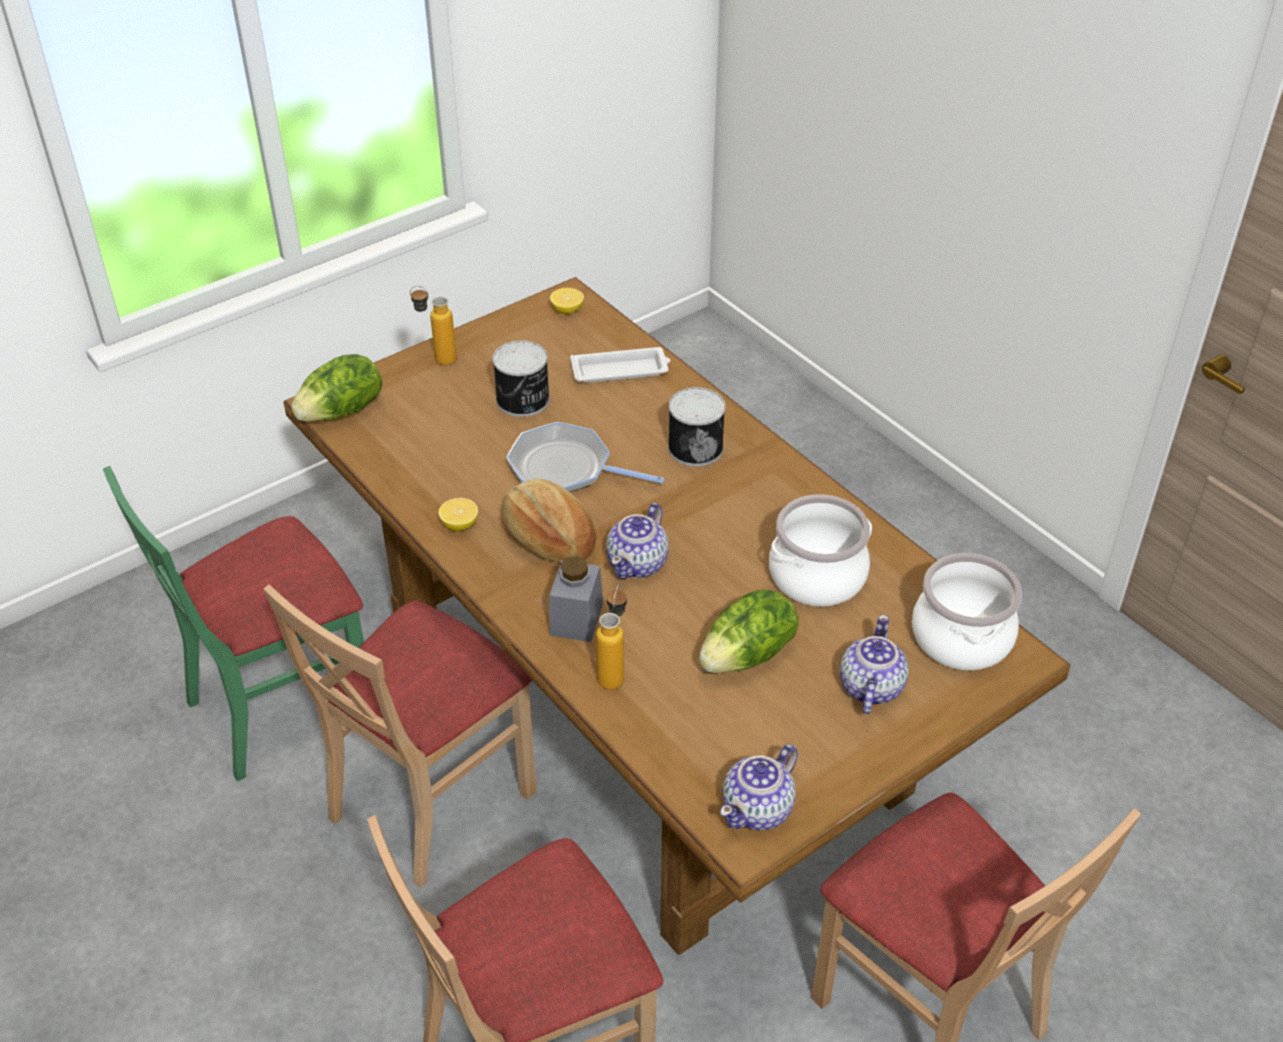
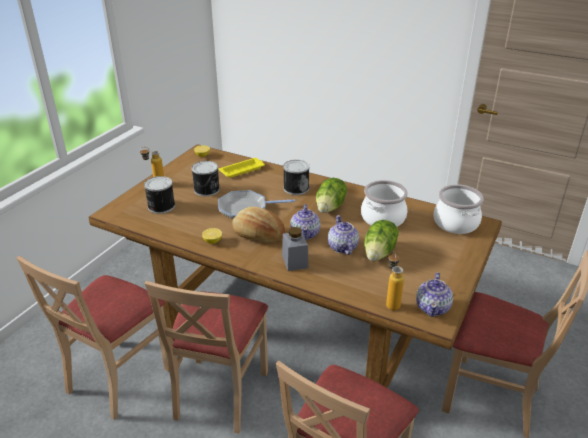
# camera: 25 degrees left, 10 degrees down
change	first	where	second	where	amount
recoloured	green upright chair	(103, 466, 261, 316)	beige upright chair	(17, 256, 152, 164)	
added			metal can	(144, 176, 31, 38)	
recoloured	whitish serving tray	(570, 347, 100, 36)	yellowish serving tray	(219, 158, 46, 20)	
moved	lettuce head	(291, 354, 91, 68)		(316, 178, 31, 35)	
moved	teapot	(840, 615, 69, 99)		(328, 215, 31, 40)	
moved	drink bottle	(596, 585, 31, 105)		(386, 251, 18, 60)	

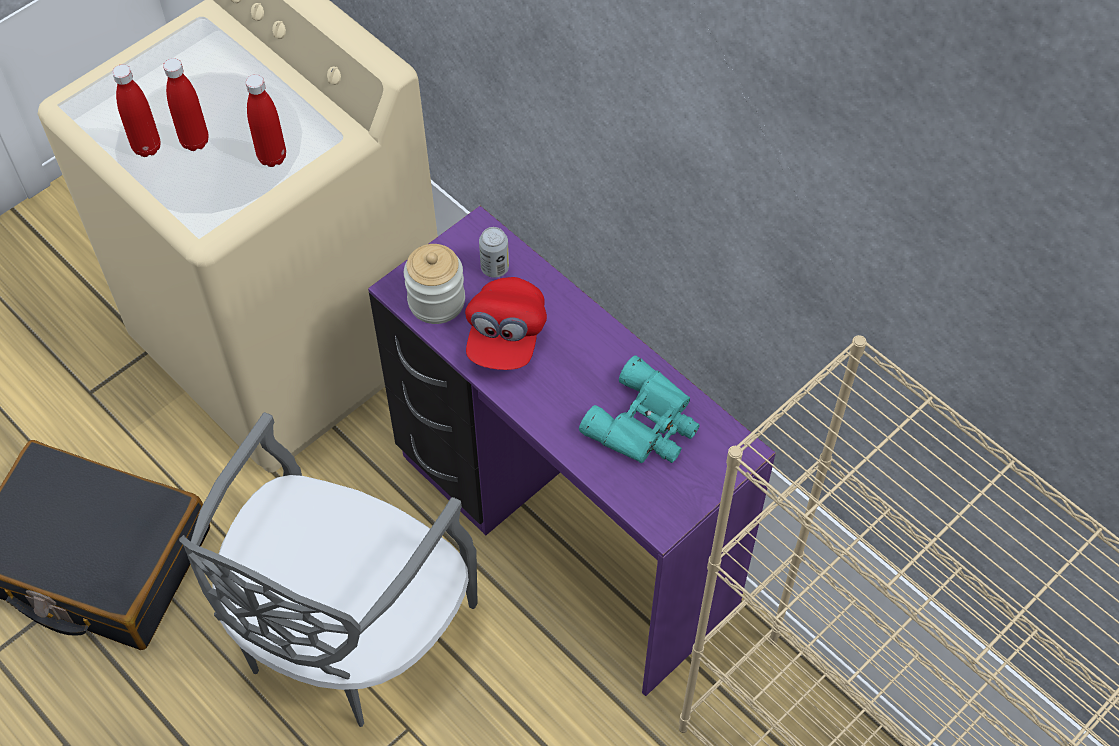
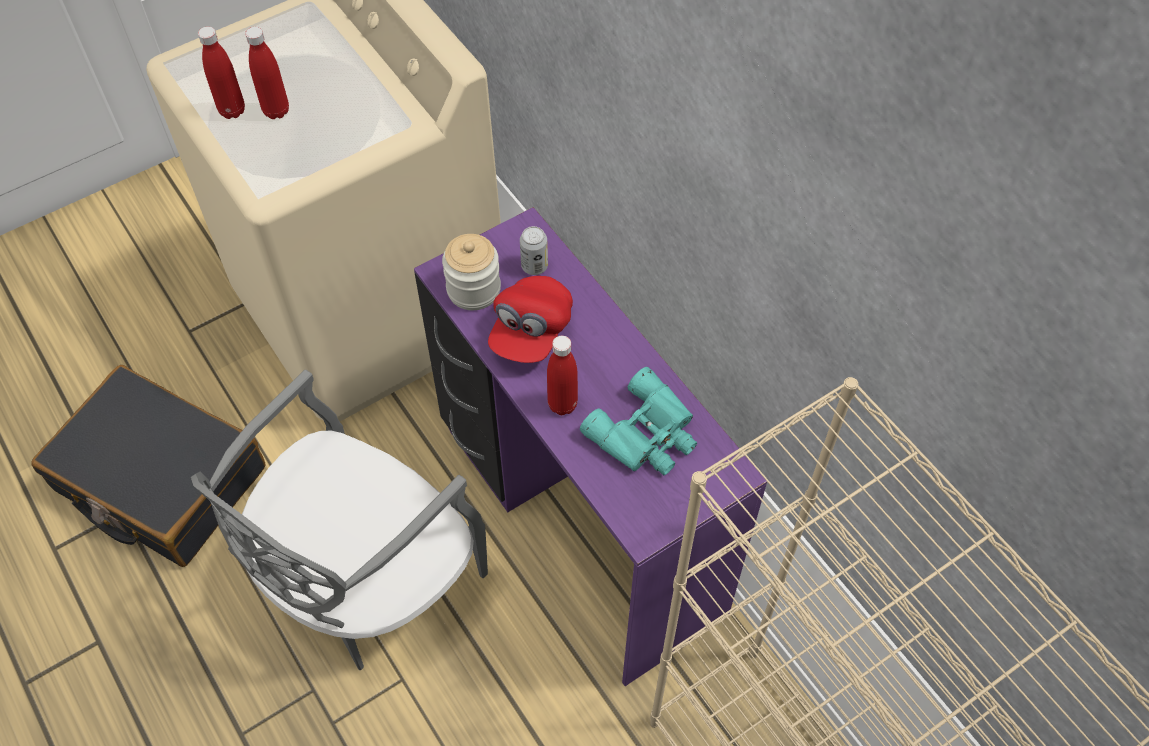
# camera: 10 degrees right, 0 degrees up
change	first	where	second	where	amount
moved	reddish drink bottle	(245, 74, 41, 93)		(547, 336, 31, 79)	

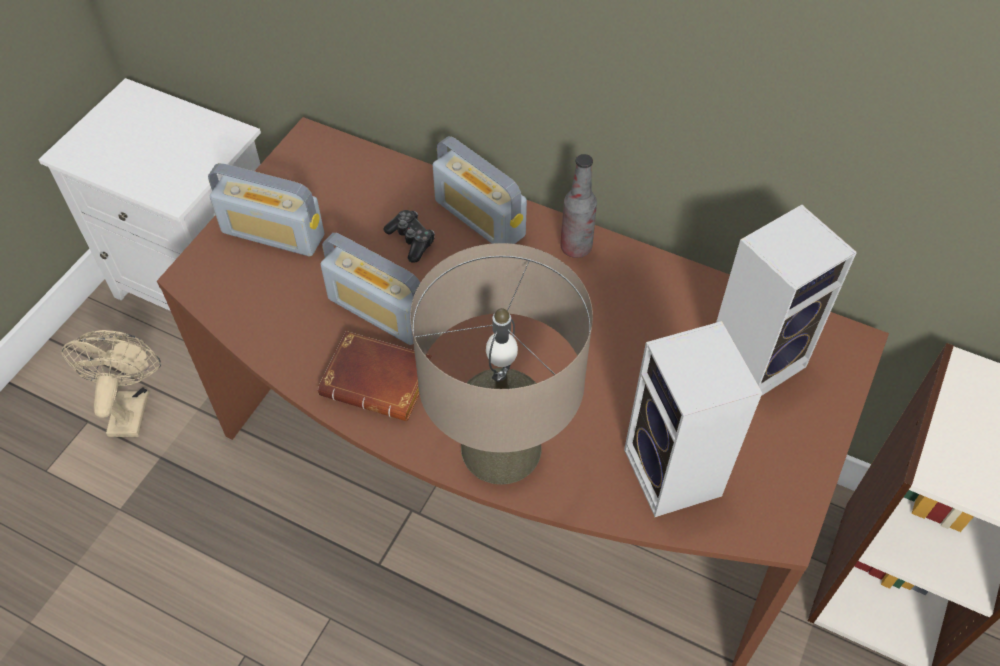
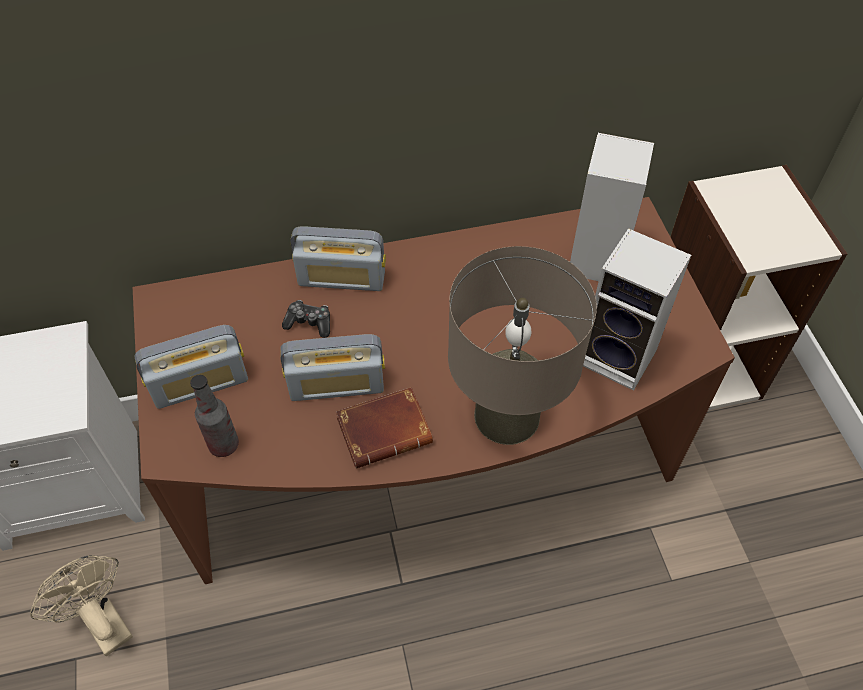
# camera: 40 degrees left, 0 degrees up
change	first	where	second	where	amount
moved	drink bottle	(560, 154, 37, 104)		(190, 375, 49, 82)	

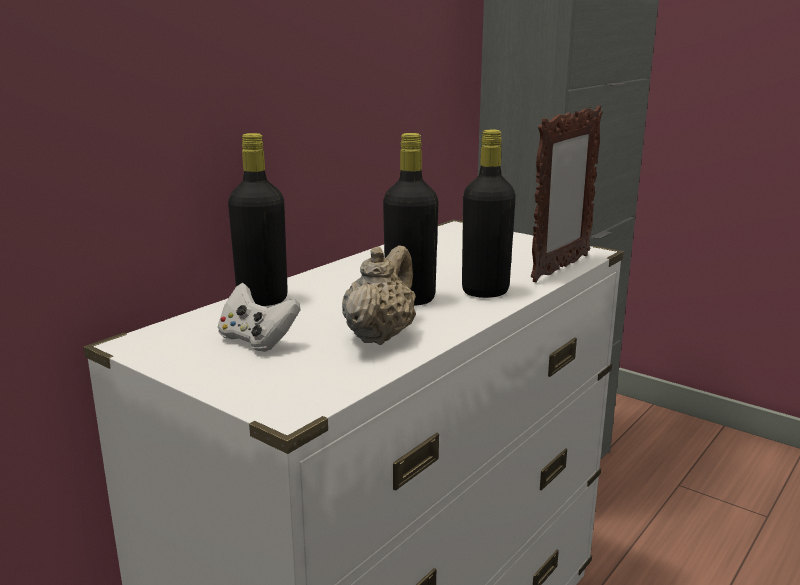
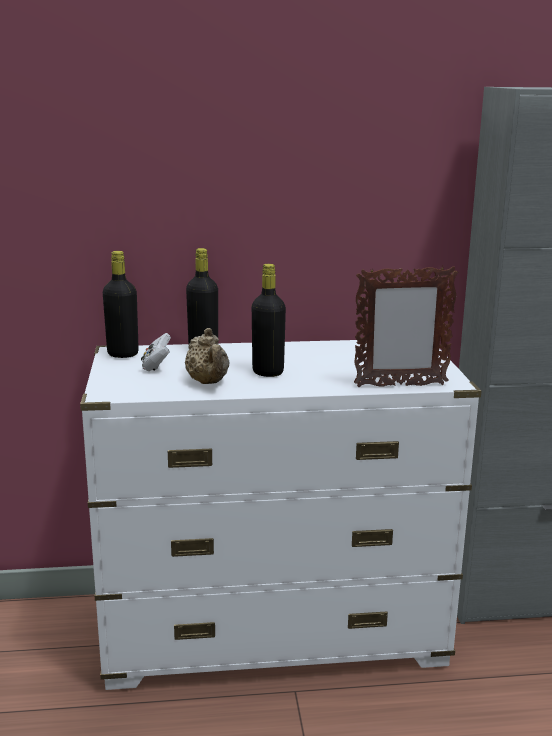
# camera: 45 degrees right, 0 degrees up
change	first	where	second	where	amount
moved	black drink bottle	(462, 130, 54, 168)		(103, 251, 36, 107)	
turned	beige teapot	(342, 245, 74, 100)		(185, 328, 45, 56)	90 degrees clockwise

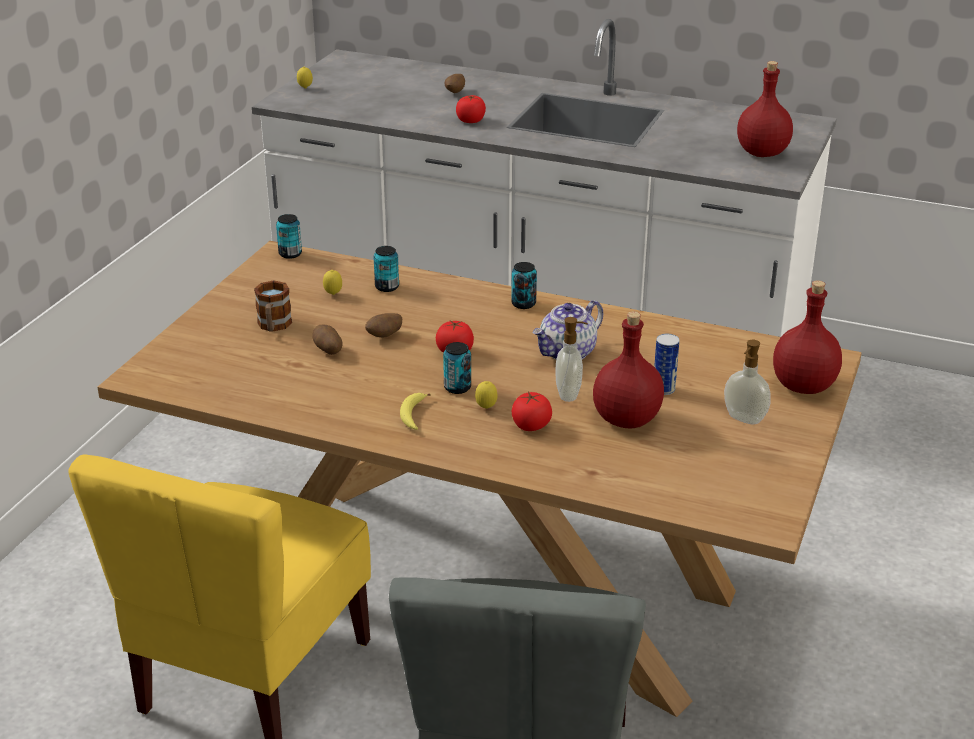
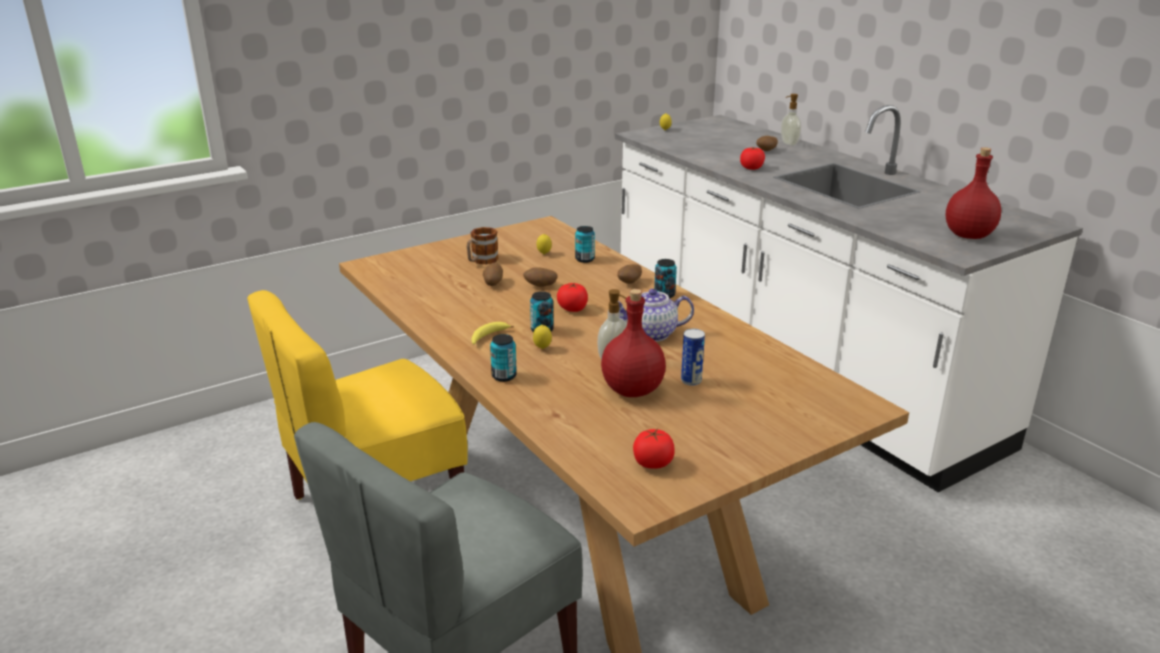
# camera: 35 degrees right, 5 degrees down
change	first	where	second	where	amount
moved	metal can	(276, 214, 26, 45)		(490, 334, 27, 48)	
added			potato	(617, 264, 25, 20)	
moved	fresh tomato	(512, 392, 40, 39)		(633, 428, 42, 41)	
moved	soap dispenser	(724, 340, 47, 84)		(781, 94, 20, 52)	
removed	reddish drink bottle	(773, 281, 69, 113)			

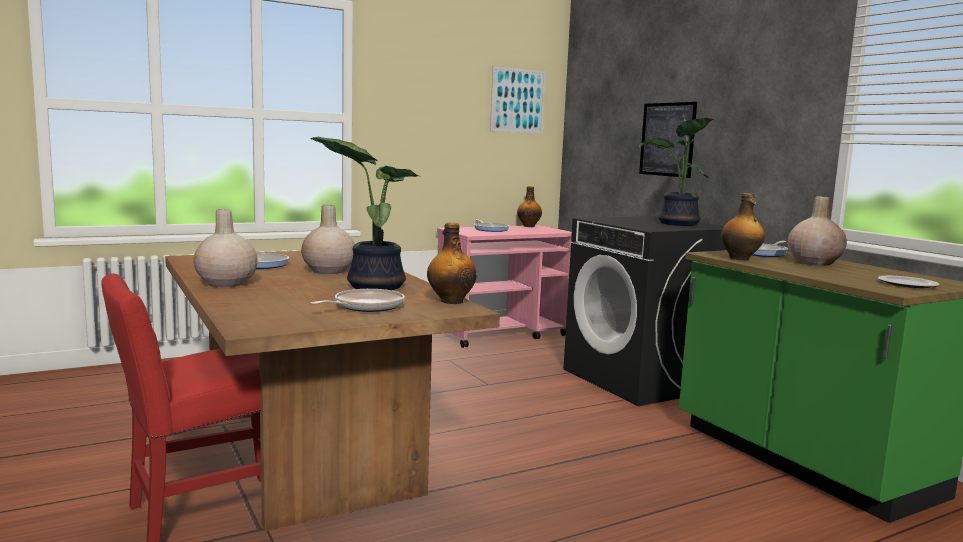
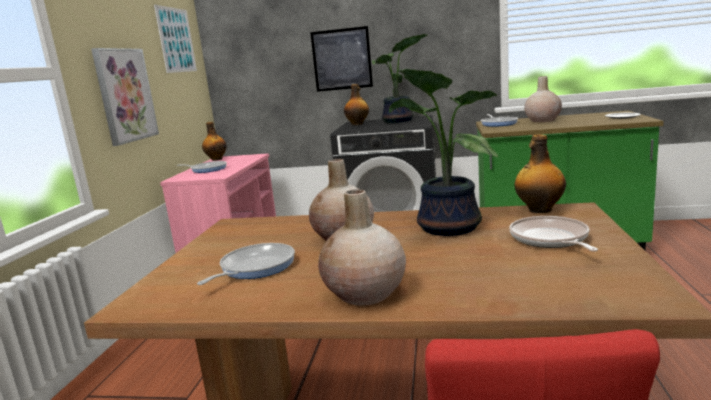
# camera: 50 degrees left, 5 degrees up
change	first	where	second	where	amount
added			wall picture	(91, 48, 68, 98)	
moved	drink bottle	(721, 193, 44, 67)		(344, 84, 25, 41)	

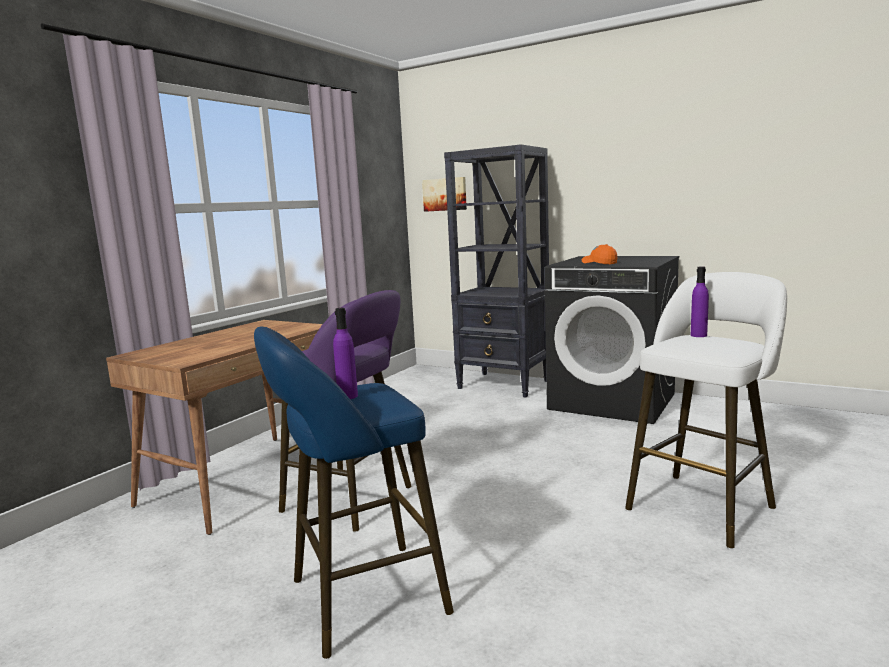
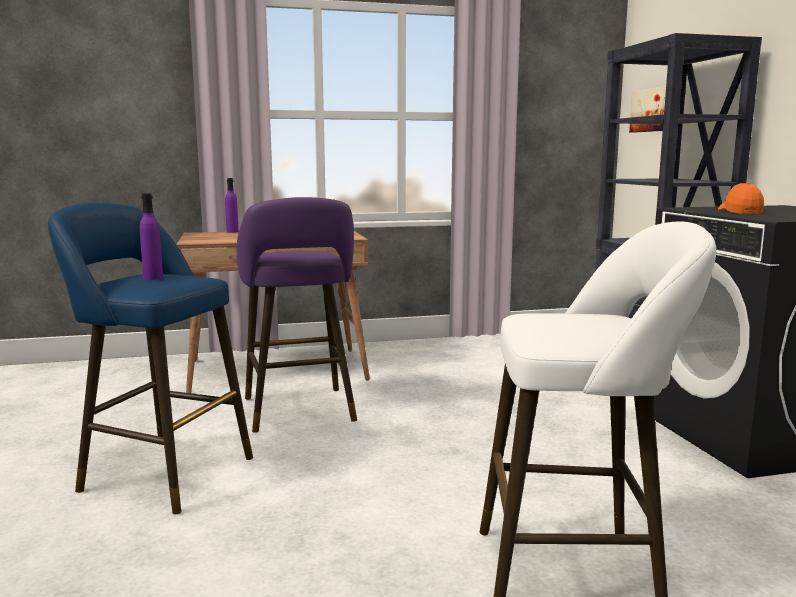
# camera: 45 degrees right, 0 degrees up
change	first	where	second	where	amount
moved	purple-coloured drink bottle	(691, 267, 18, 70)		(225, 178, 14, 55)	

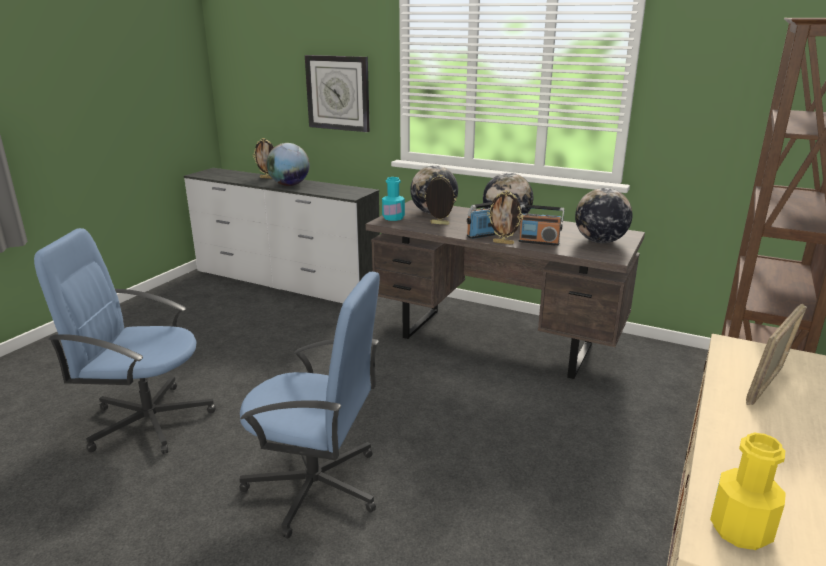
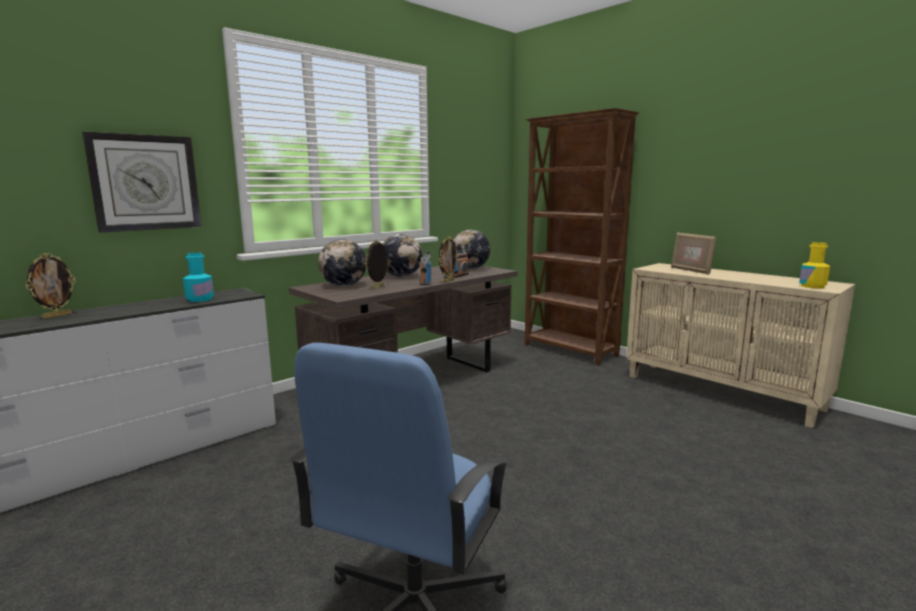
# camera: 70 degrees left, 10 degrees down
change	first	where	second	where	amount
moved	turquoise-coloured drink bottle	(382, 177, 23, 44)		(183, 253, 31, 49)	
removed	blue-coloured computer chair	(239, 272, 141, 267)			
removed	world globe	(266, 143, 44, 43)			

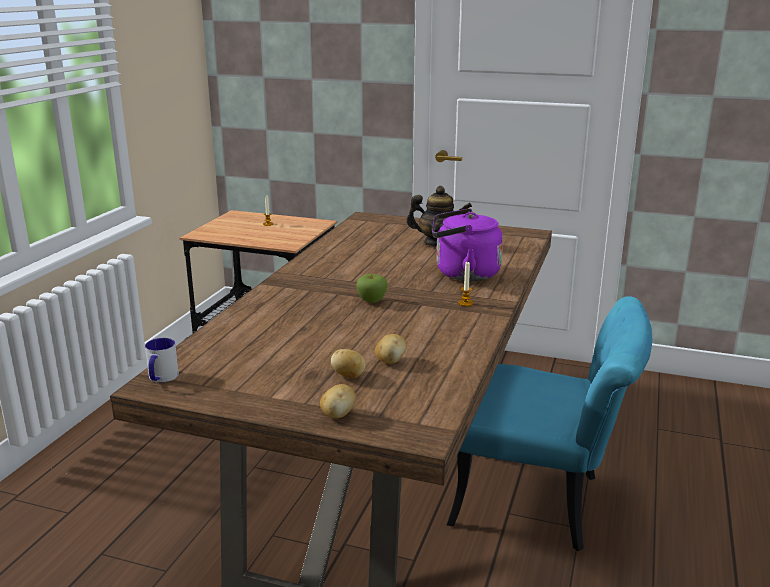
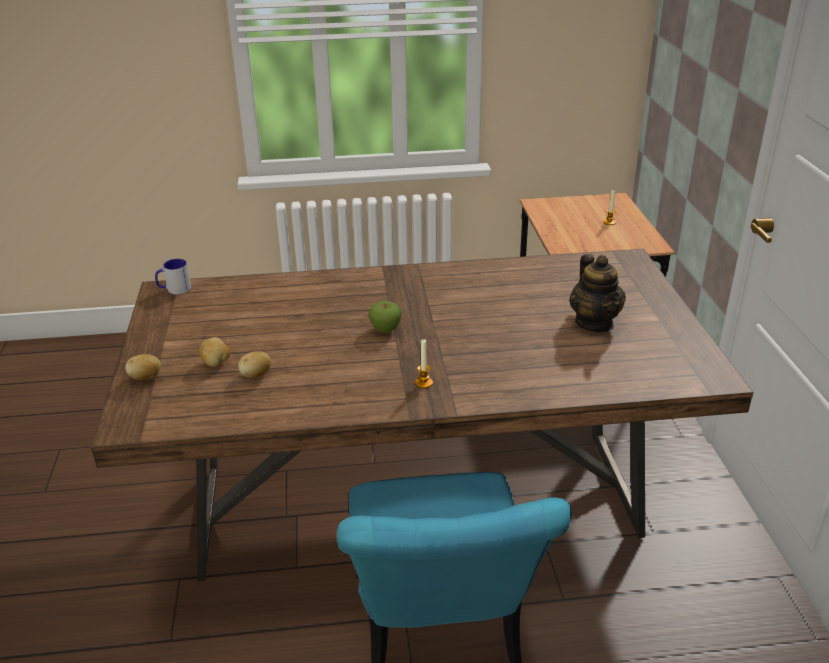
# camera: 65 degrees right, 10 degrees up
change	first	where	second	where	amount
removed	purple-coloured kettle	(432, 208, 71, 73)			

